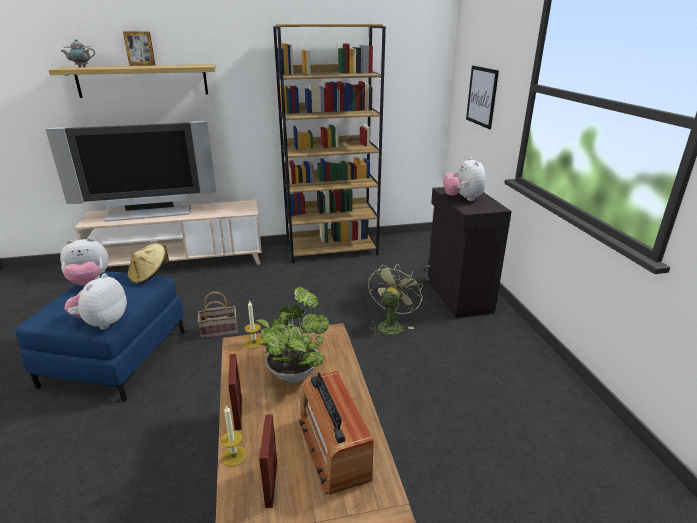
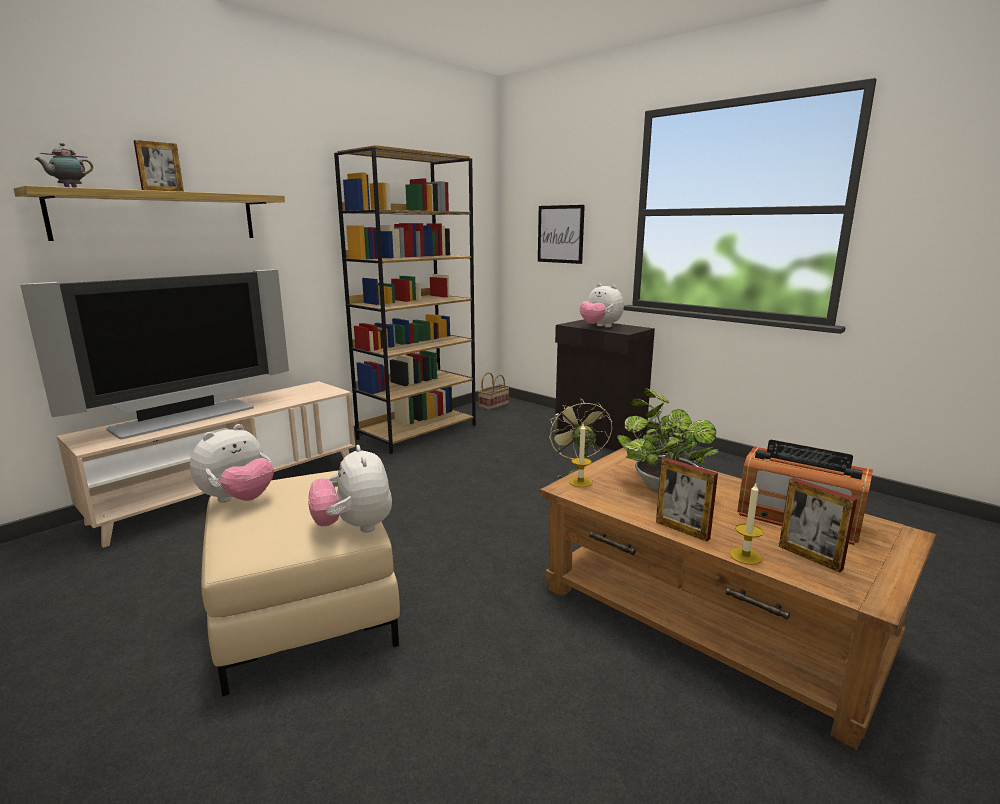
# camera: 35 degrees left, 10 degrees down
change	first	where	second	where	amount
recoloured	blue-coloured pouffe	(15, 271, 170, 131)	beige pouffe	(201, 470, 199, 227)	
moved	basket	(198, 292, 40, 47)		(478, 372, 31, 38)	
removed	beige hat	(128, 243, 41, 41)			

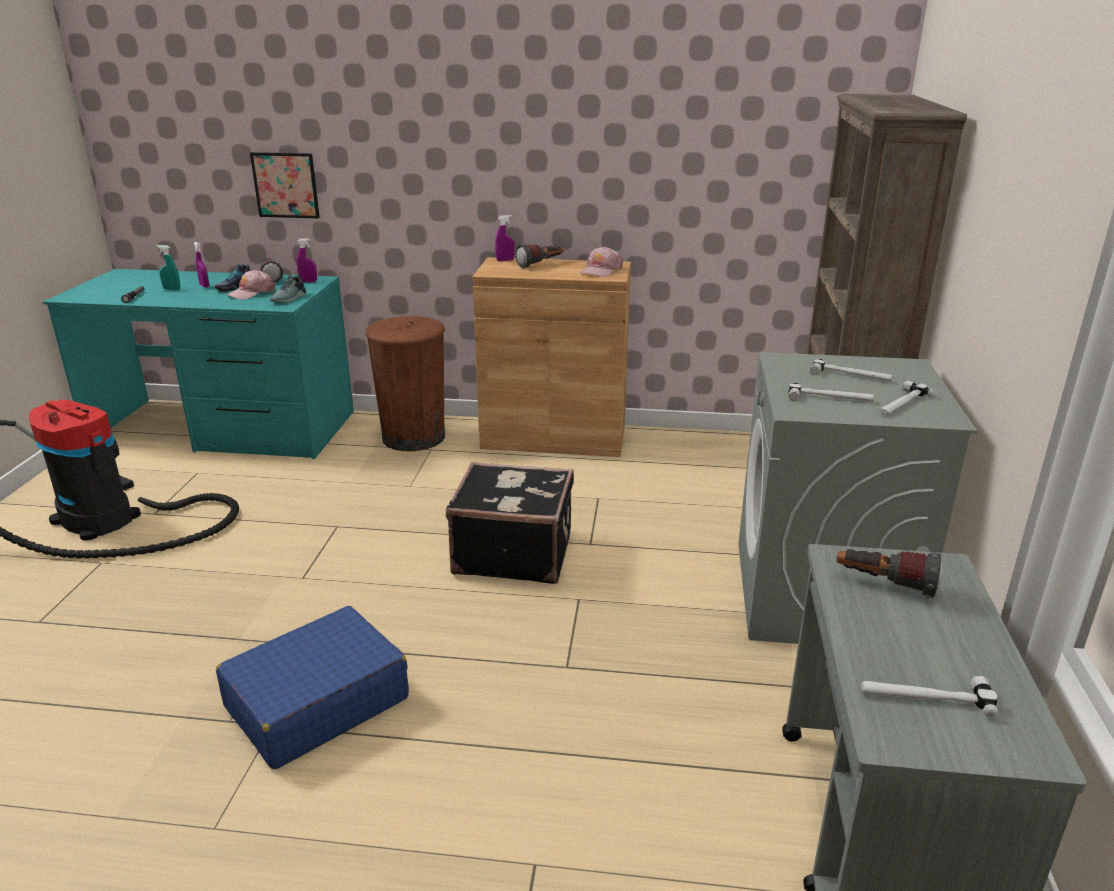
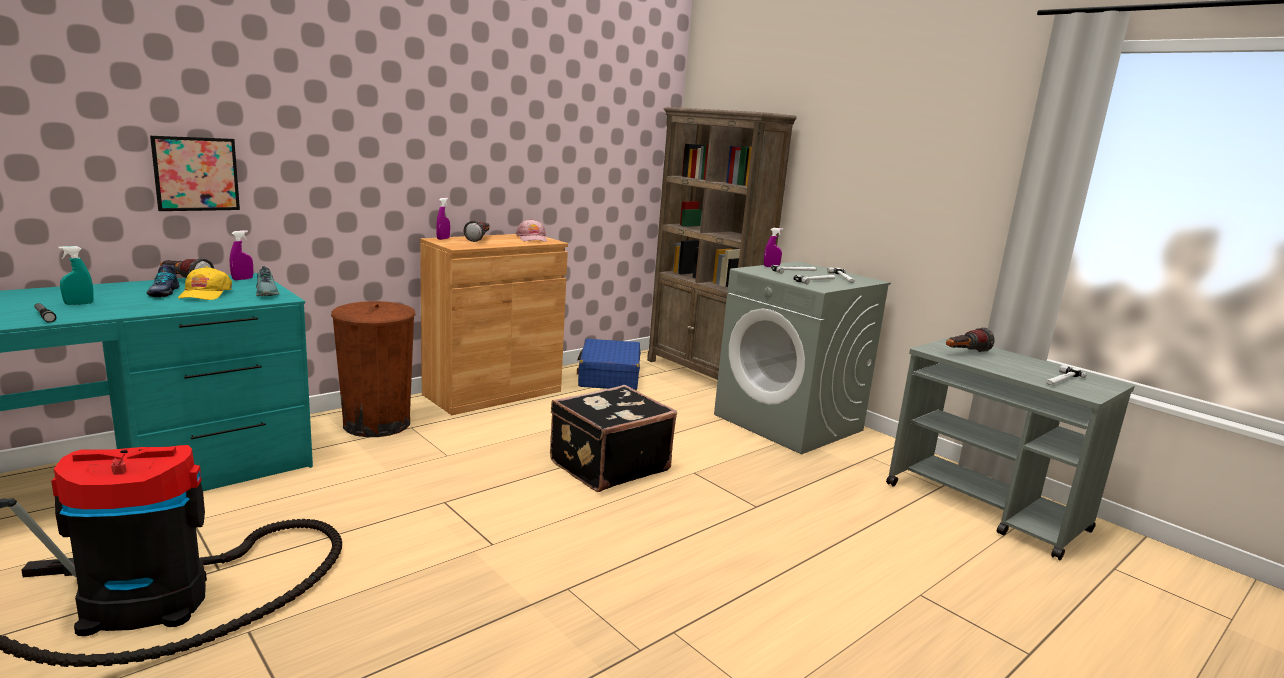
# camera: 50 degrees left, 10 degrees down
change	first	where	second	where	amount
recoloured	pink-coloured baseball cap	(226, 269, 50, 31)	yellowish baseball cap	(178, 266, 54, 34)	
moved	blue-coloured piece of luggage	(216, 606, 193, 163)		(577, 339, 64, 51)	
moved	purple-coloured hand sprayer	(194, 242, 15, 46)		(764, 228, 19, 39)	

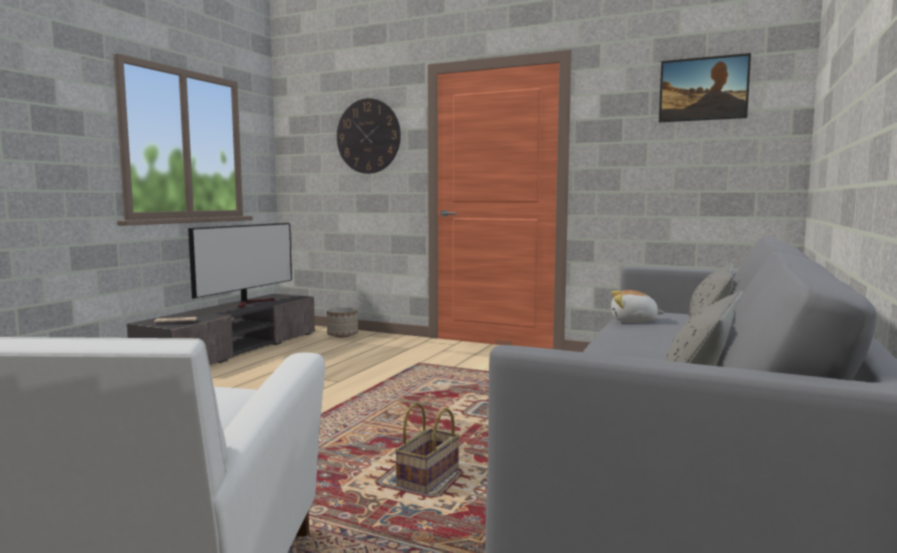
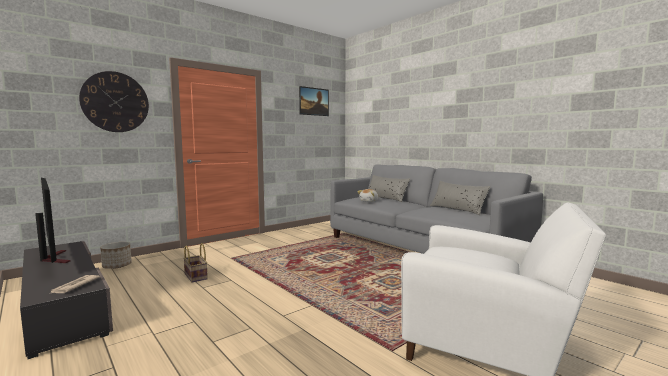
# camera: 65 degrees left, 0 degrees up
change	first	where	second	where	amount
moved	basket	(395, 402, 65, 92)		(183, 243, 25, 39)	

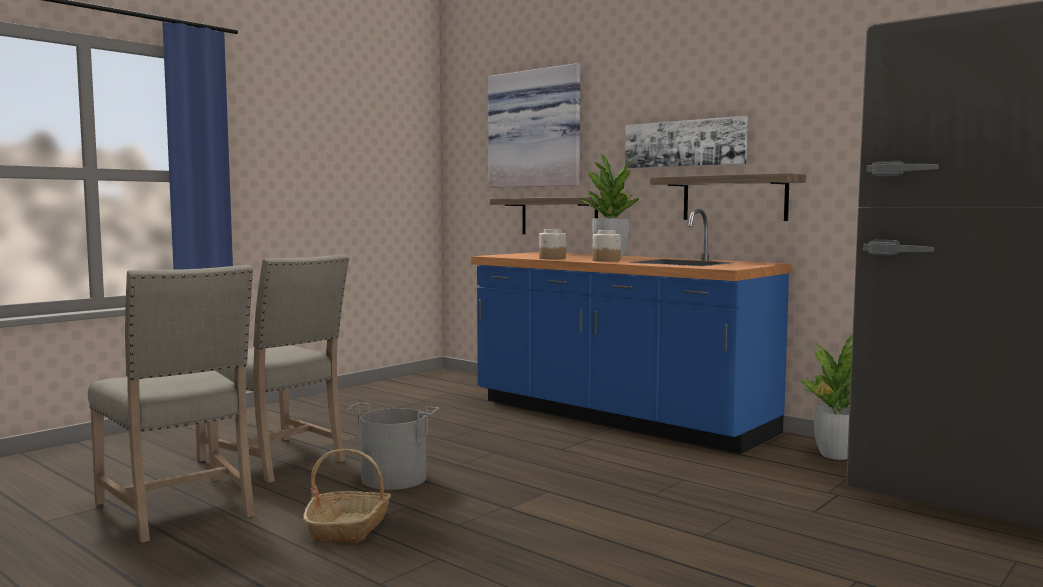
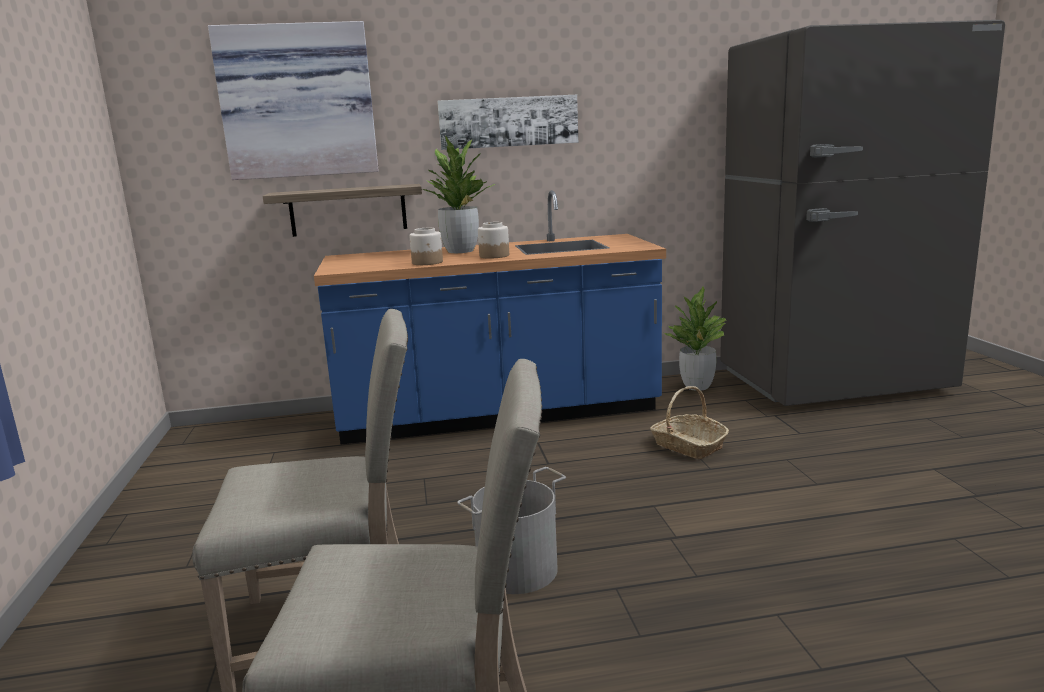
# camera: 50 degrees left, 10 degrees up
change	first	where	second	where	amount
moved	basket	(303, 449, 88, 95)		(650, 386, 79, 73)	
removed	bracket shelf	(650, 173, 156, 48)			

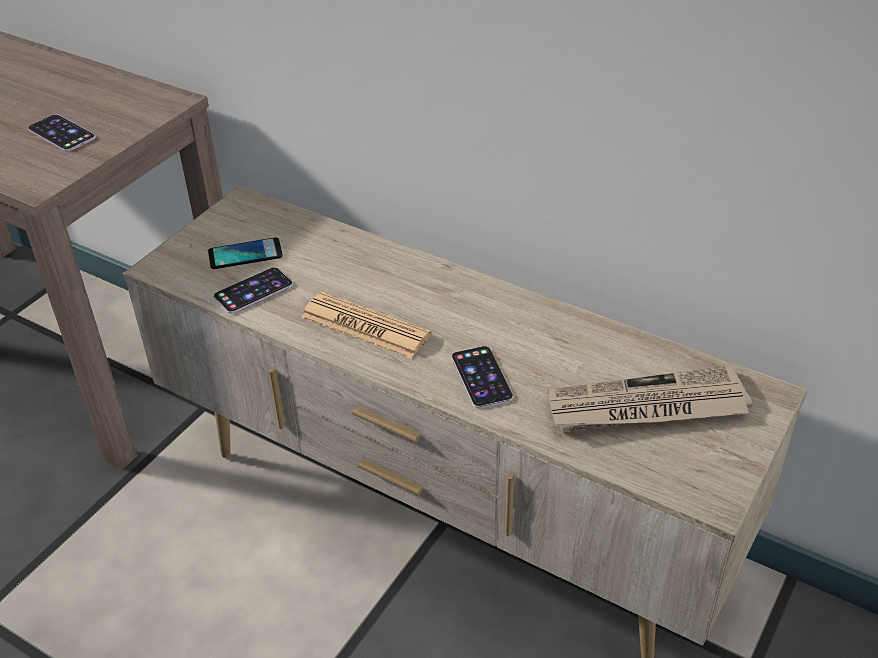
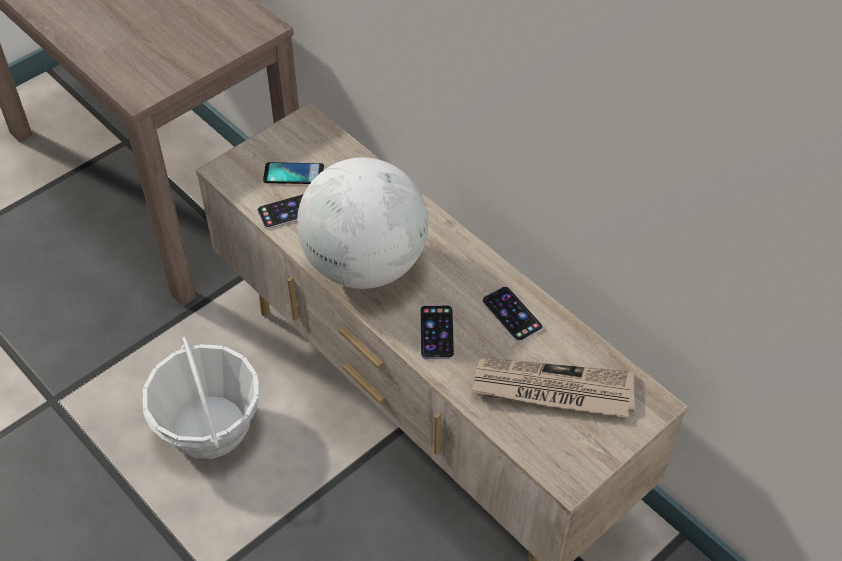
# camera: 15 degrees right, 10 degrees up
change	first	where	second	where	amount
added			basket	(142, 337, 118, 122)	
replaced	newspaper	(301, 292, 130, 67)	world globe	(297, 157, 131, 132)	
moved	handset	(28, 114, 68, 37)		(482, 286, 61, 56)	

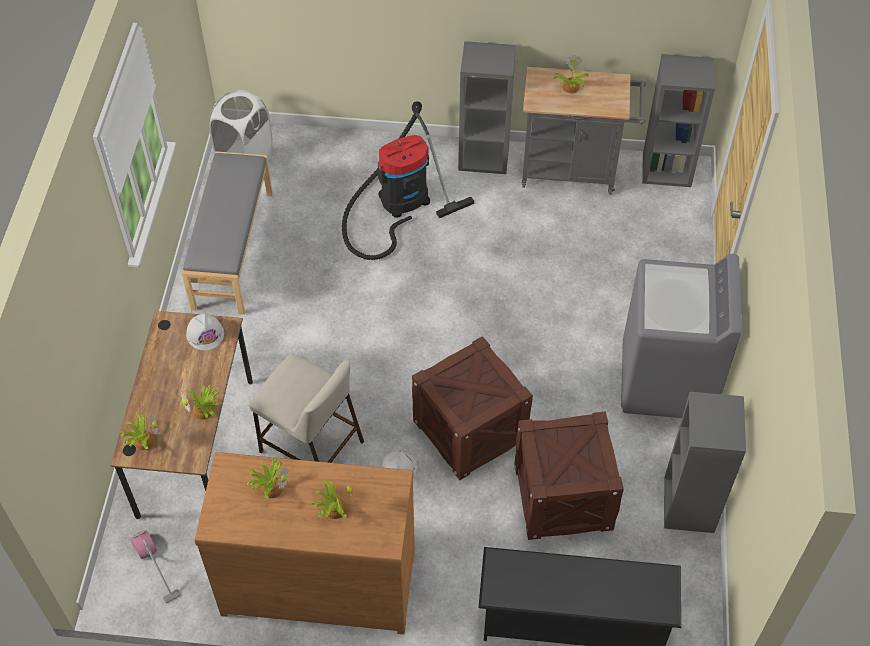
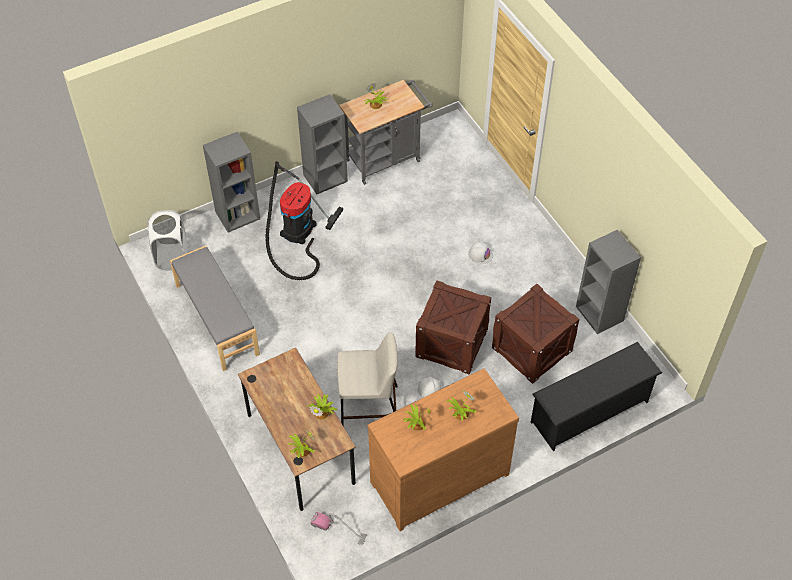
# camera: 35 degrees left, 0 degrees up
change	first	where	second	where	amount
moved	grey bookshelf	(642, 54, 73, 133)		(203, 132, 57, 101)	
moved	whitish safety helmet	(186, 313, 38, 38)		(468, 242, 25, 22)	
removed	grey laundry appliance	(621, 254, 121, 164)			

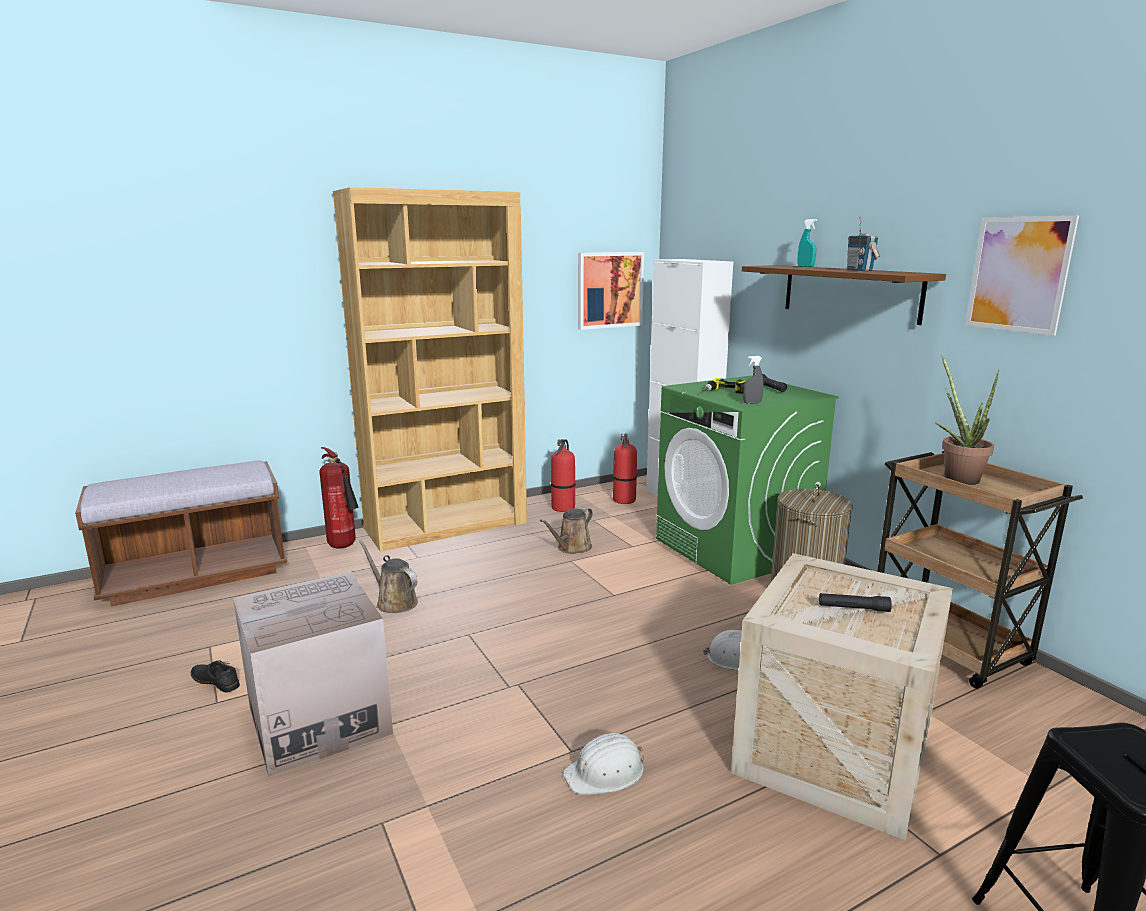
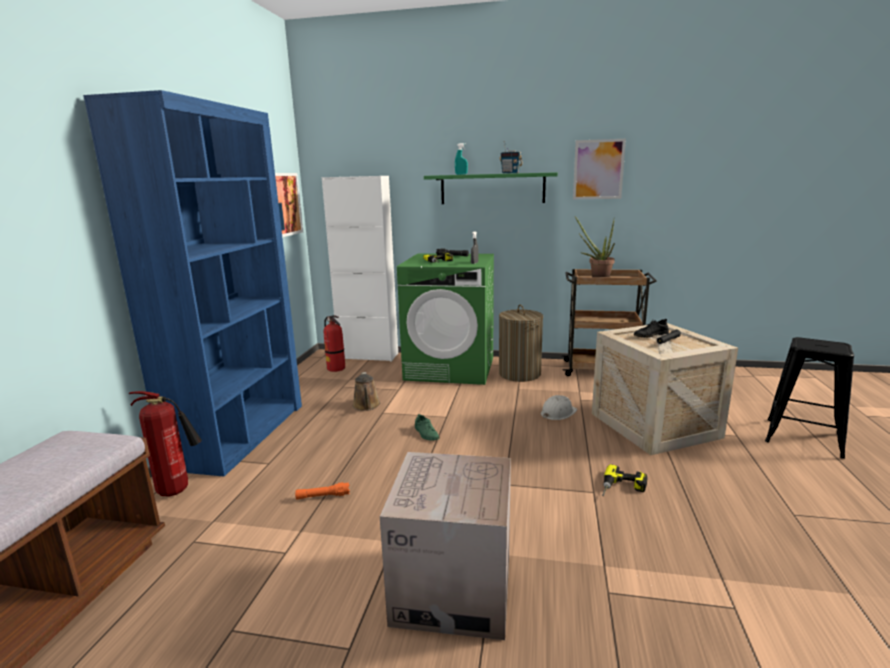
# camera: 50 degrees left, 0 degrees up
change	first	where	second	where	amount
recoloured	brownish bookshelf	(333, 187, 194, 365)	blue-coloured bookshelf	(83, 90, 219, 387)	
replaced	brownish watering pot	(359, 540, 59, 73)	orangey torch	(295, 482, 55, 18)	
added			green item of footwear	(415, 414, 25, 27)	
recoloured	brownish bracket shelf	(742, 265, 204, 60)	green bracket shelf	(424, 172, 134, 32)	
replaced	whitish safety helmet	(563, 733, 81, 62)	electric drill	(602, 464, 46, 32)	
moved	black item of footwear	(191, 660, 49, 33)		(634, 319, 35, 19)	
removed	fire extinguisher	(551, 439, 25, 73)			

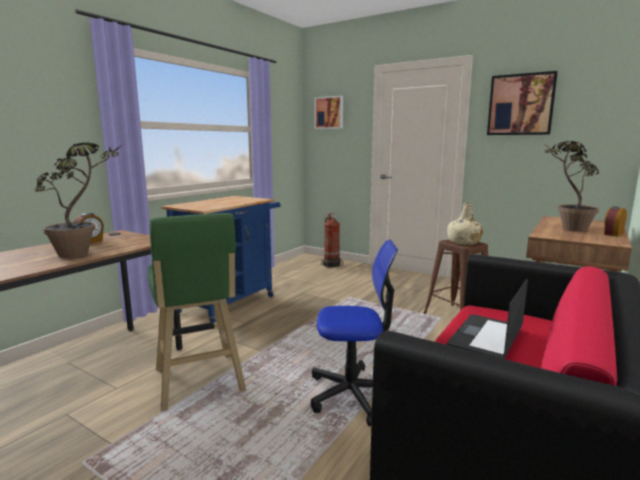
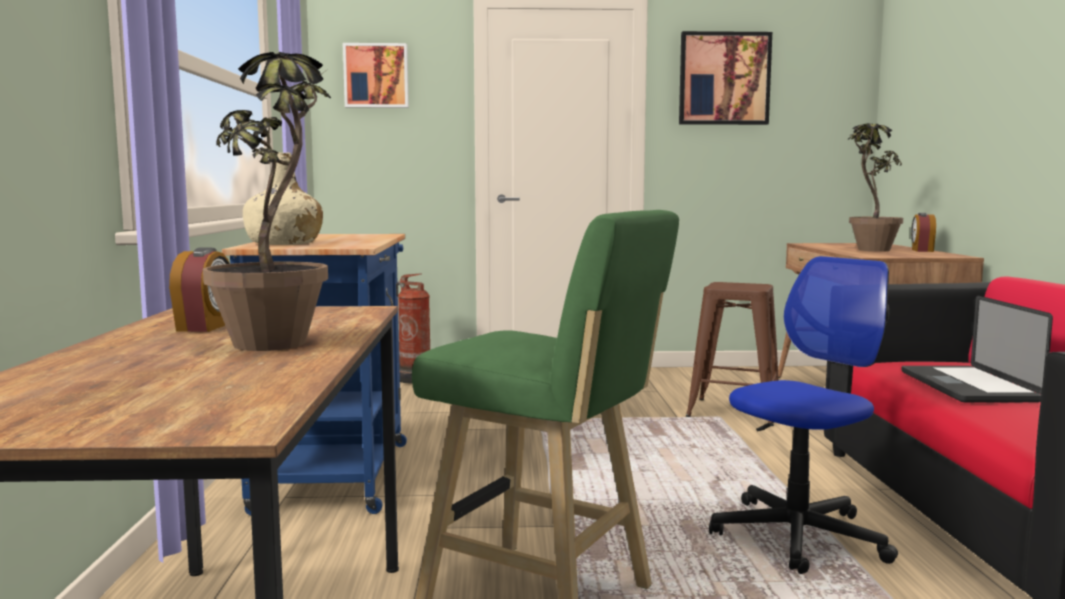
# camera: 35 degrees left, 5 degrees down
change	first	where	second	where	amount
moved	beige drink bottle	(447, 203, 36, 42)		(243, 152, 80, 93)	

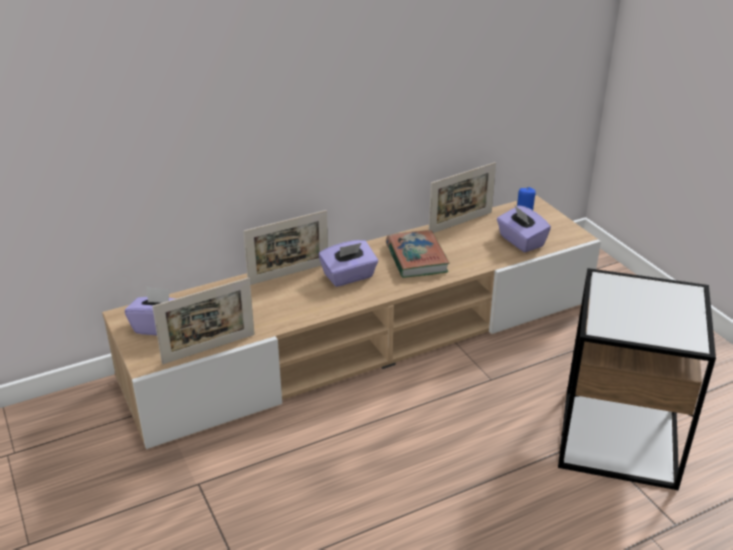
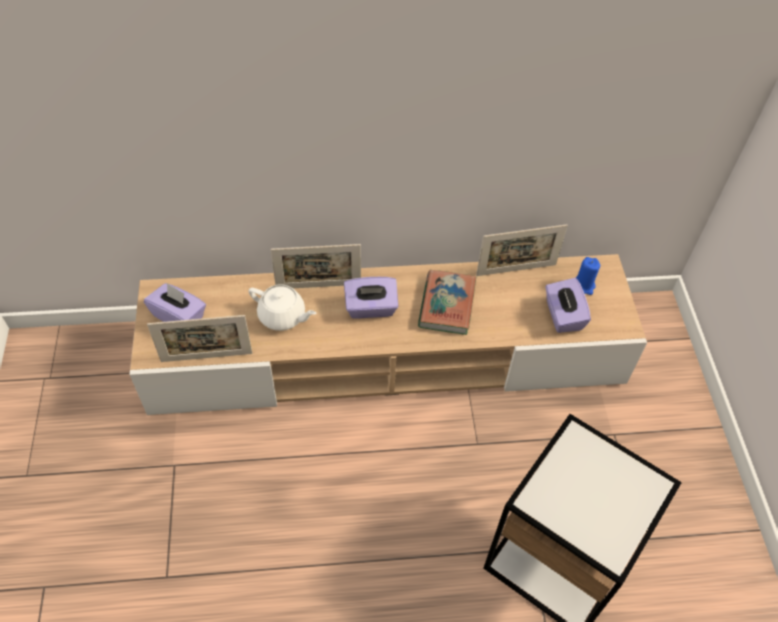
# camera: 20 degrees right, 20 degrees up
change	first	where	second	where	amount
added			whitish teapot	(248, 284, 68, 47)	

